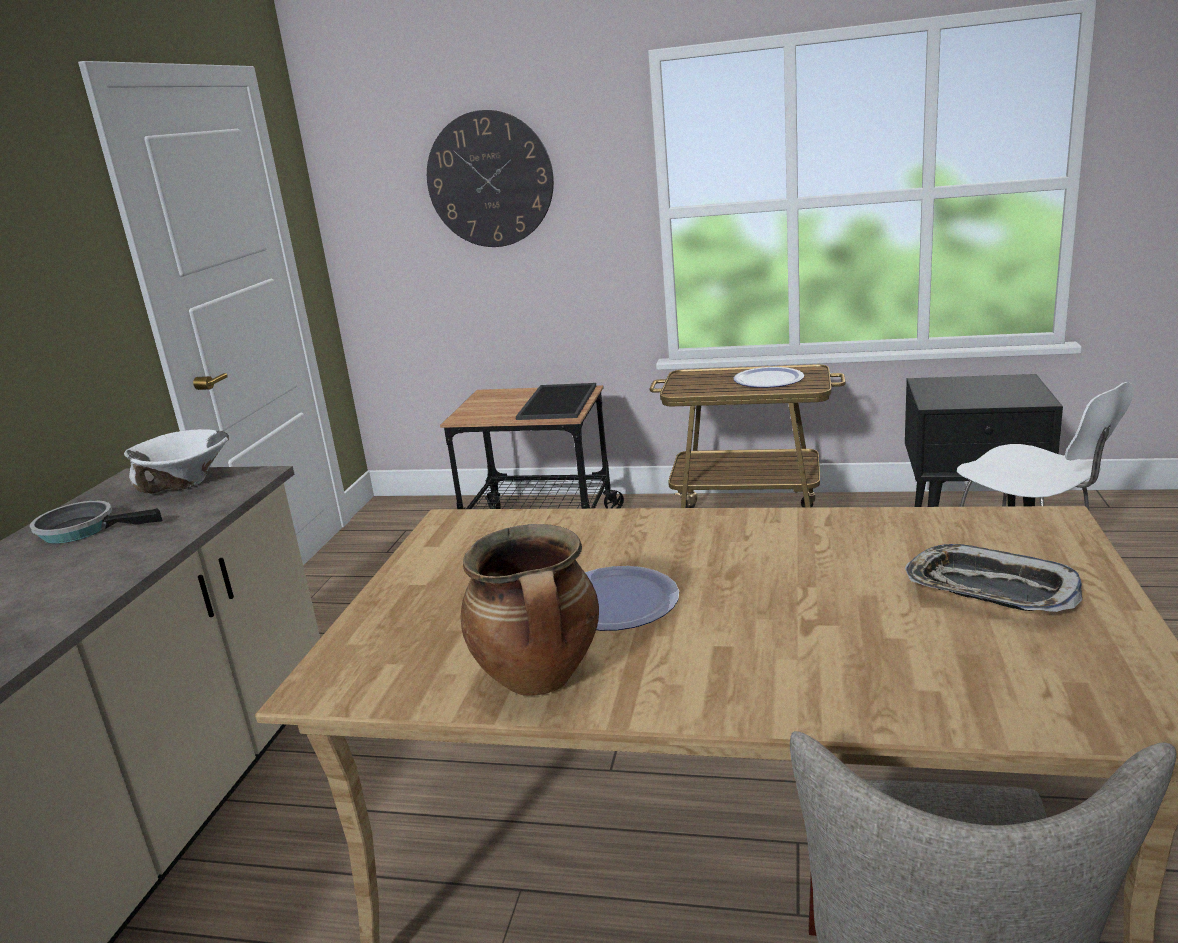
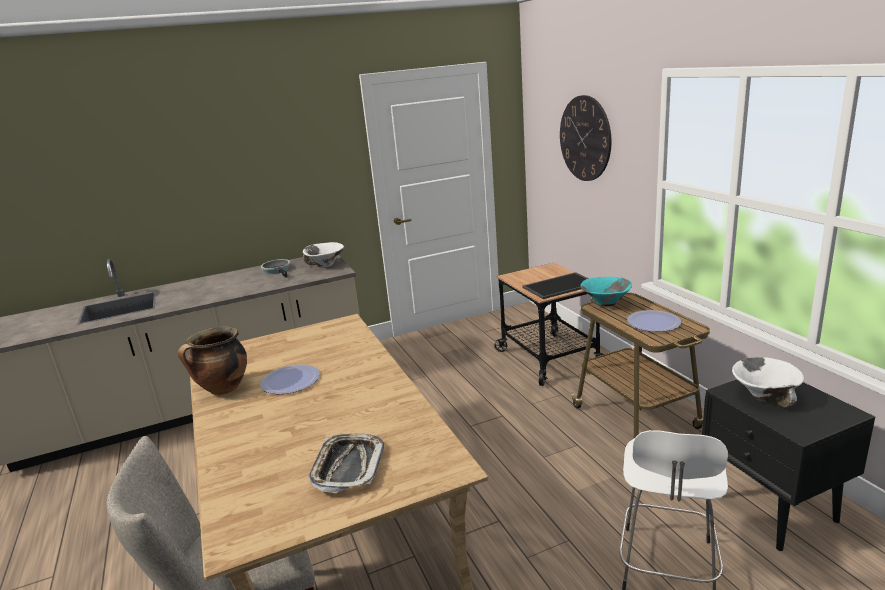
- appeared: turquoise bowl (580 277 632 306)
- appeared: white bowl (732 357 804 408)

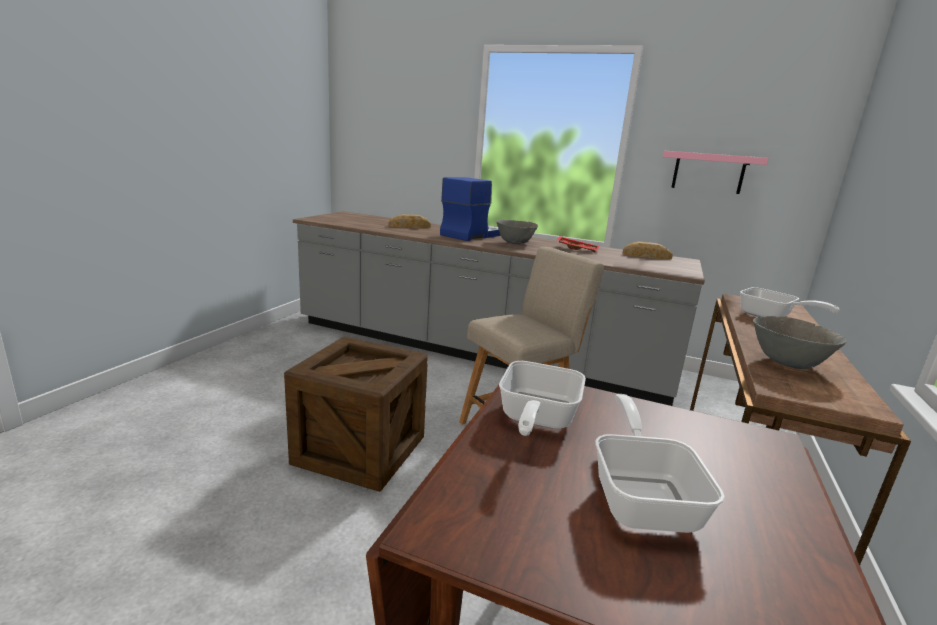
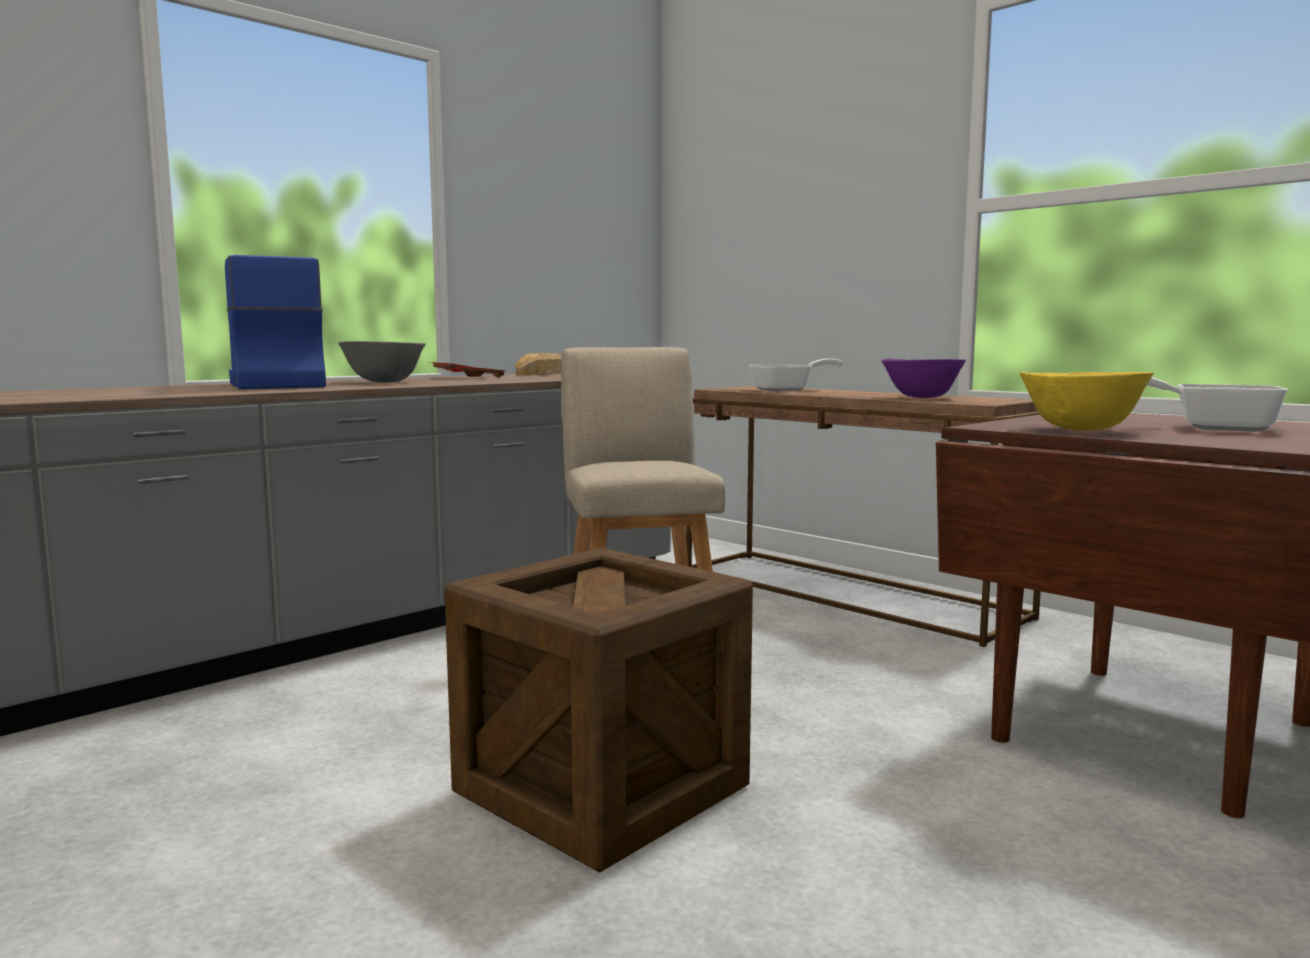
- missing: bread (389 214 431 228)
- missing: pink shelf (663 151 769 194)
- exchanged: frying pan (499 361 586 436) to yellow bowl (1020 372 1154 431)
- colour: grey bowl (753 316 847 369) to purple bowl (881 359 966 398)

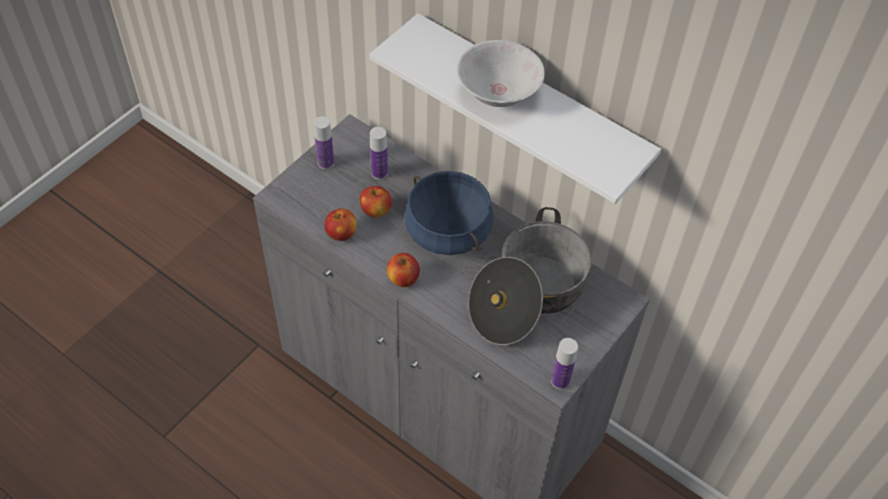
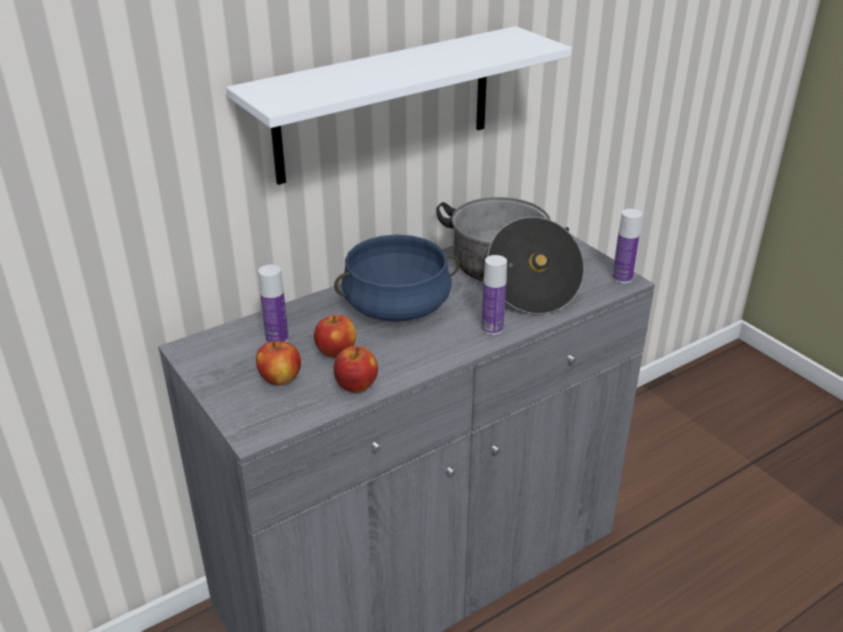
- missing: white bowl (457 40 545 107)
- relocated: bottle (314 116 334 169) to (481 255 507 335)
- relocated: apple (387 253 420 287) to (256 341 301 385)

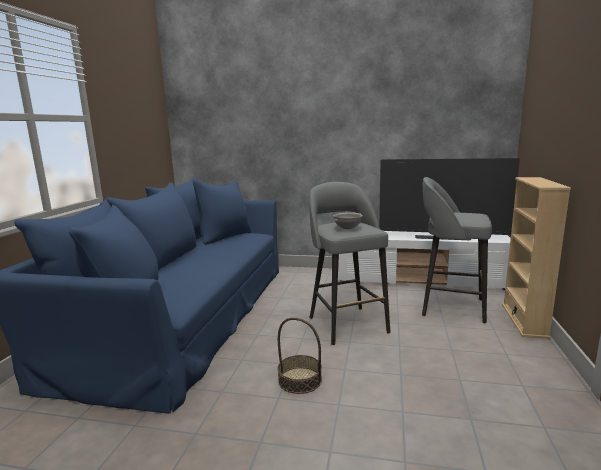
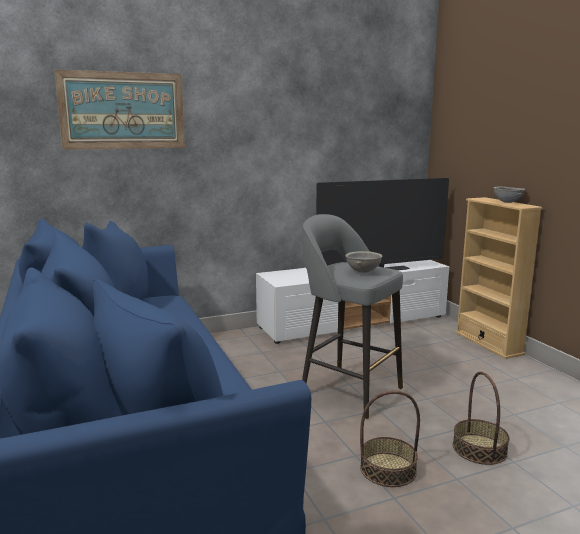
- missing: grey stool (422 177 492 324)
- appeared: picture (54 69 185 150)
- appeared: basket (453 371 510 465)
- appeared: grey bowl (494 187 525 203)

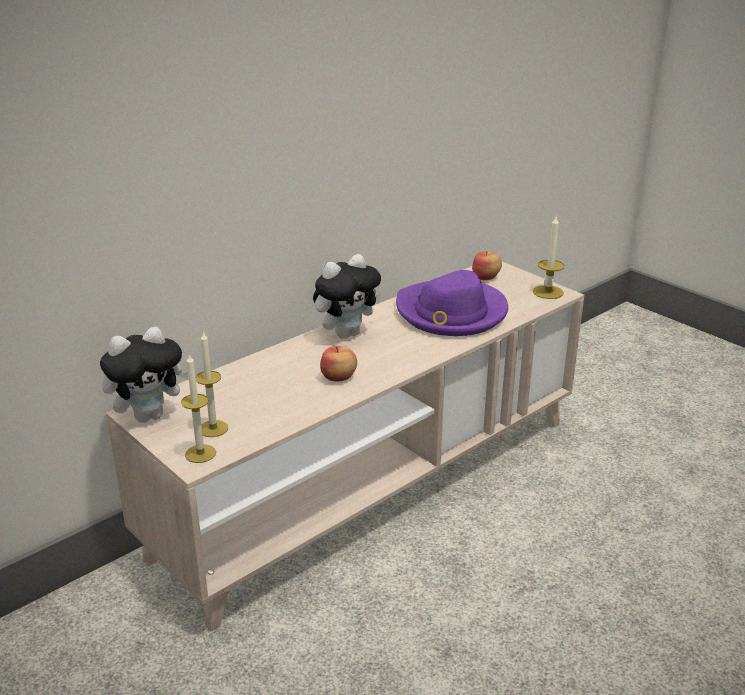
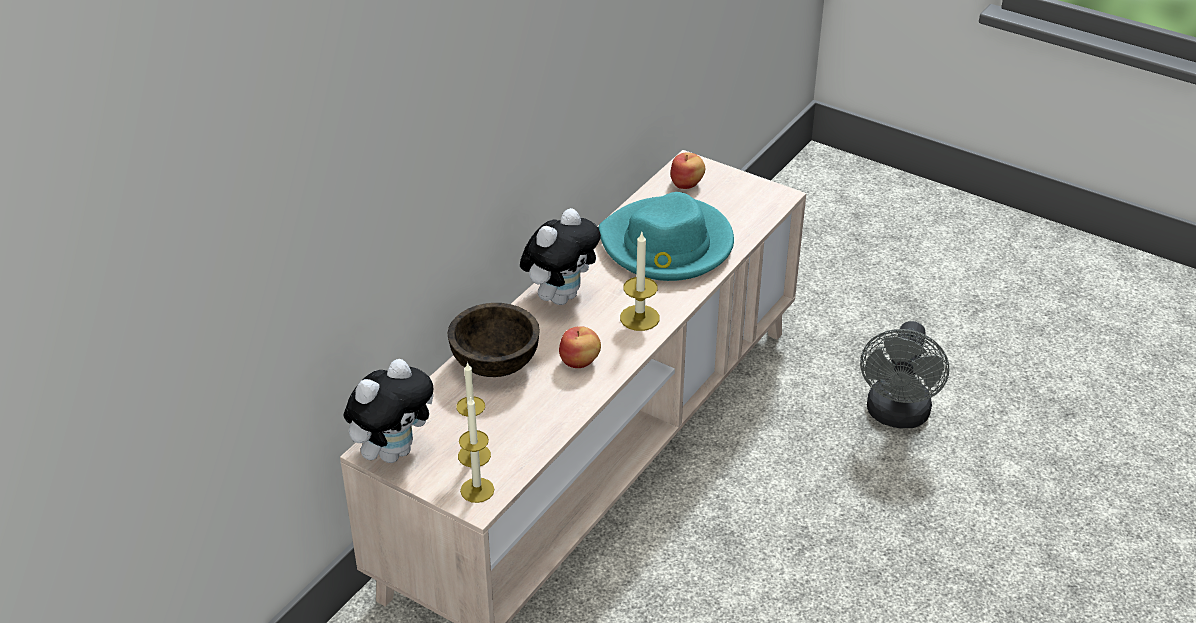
- appeared: brown bowl (447 303 540 377)
- appeared: grey fan (860 321 949 428)
- relocated: candle (533 215 564 299) to (620 232 660 331)
- colour: purple hat (396 270 508 336) to turquoise hat (598 192 734 281)

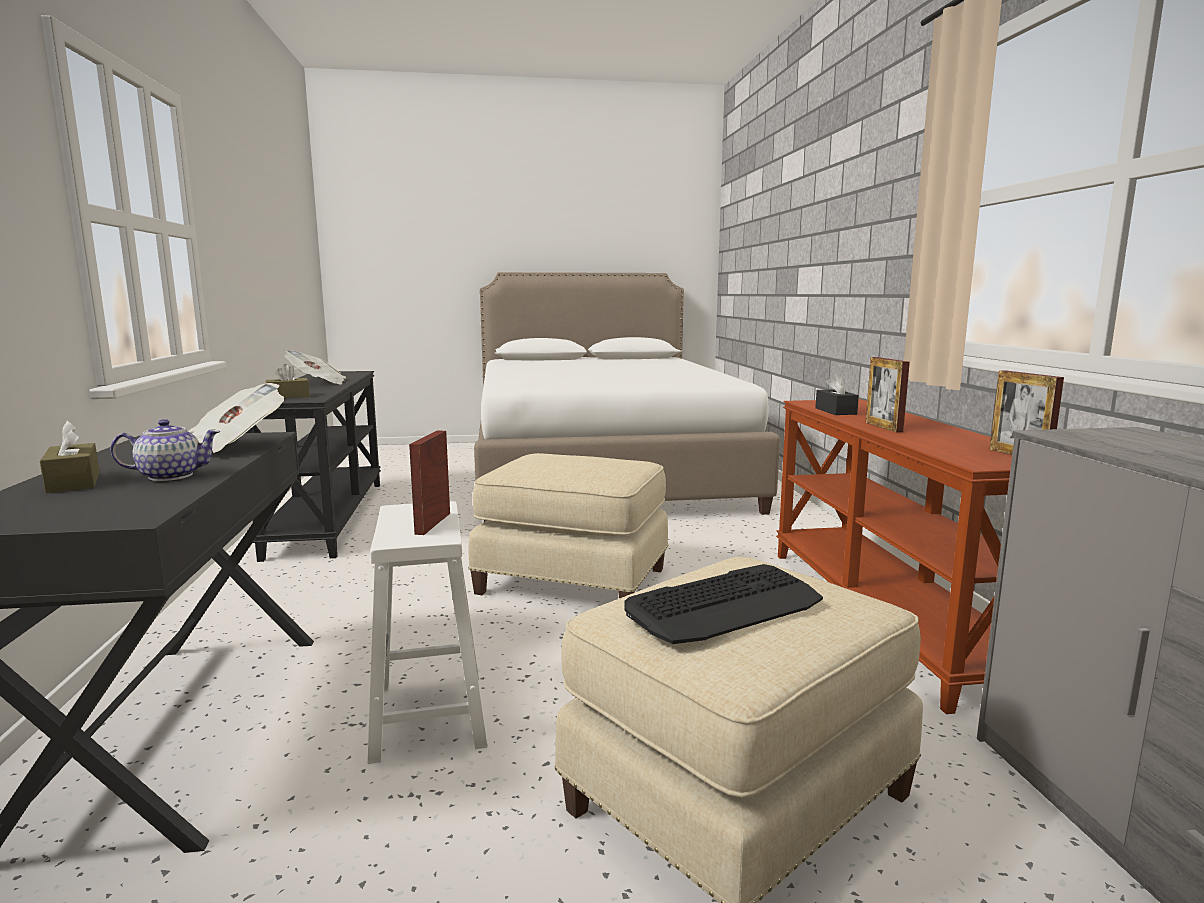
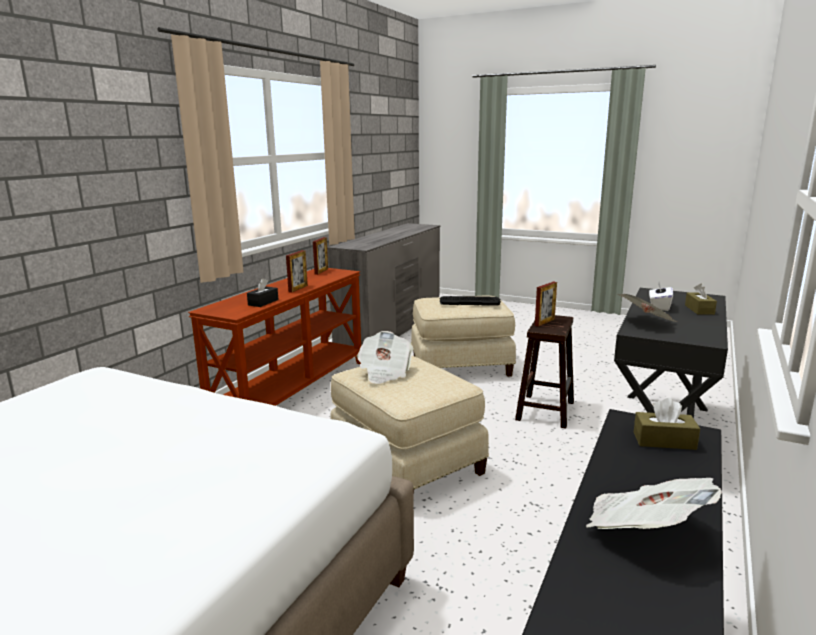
- appeared: newspaper (357 331 413 384)
- exchanged: teapot (110 419 220 481) to white tissue box (649 283 673 311)
- colour: white stool (368 501 488 764) to brown stool (515 315 574 429)

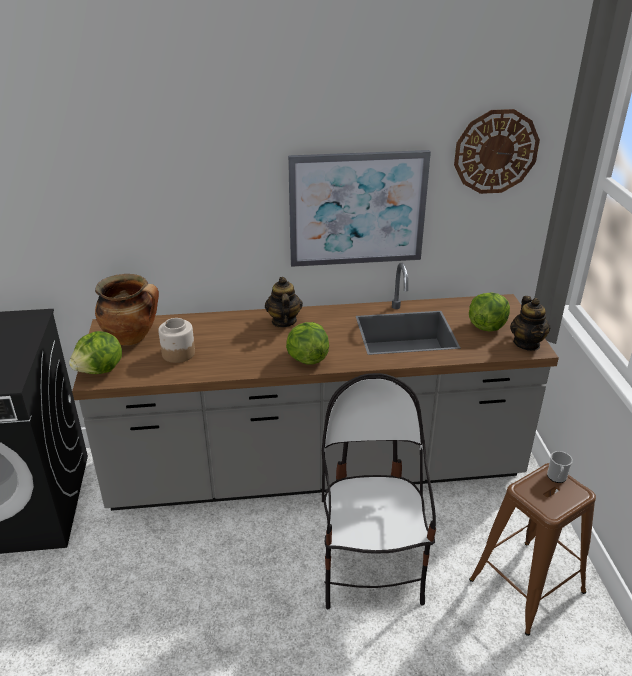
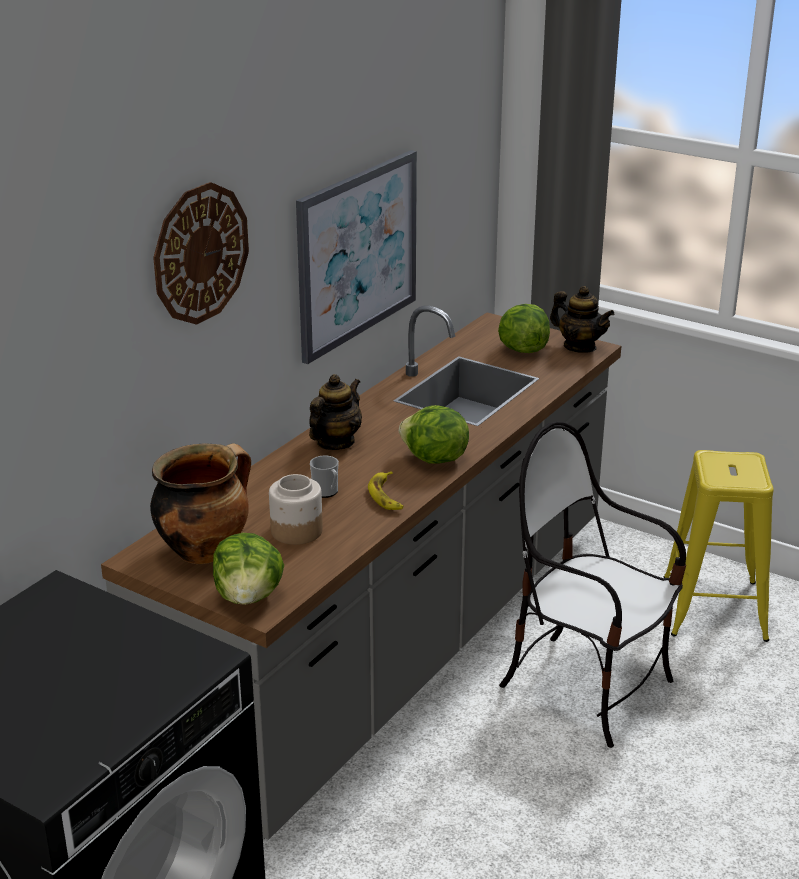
- appeared: banana (368 471 403 510)
- relocated: wall clock (454 109 540 194) to (153 182 249 325)
- relocated: mug (547 451 573 483) to (310 456 339 498)
- colour: brown stool (469 463 596 636) to yellow stool (664 450 774 642)
- spun: teapot (265 277 303 327) = (309 374 362 450) 90 degrees clockwise

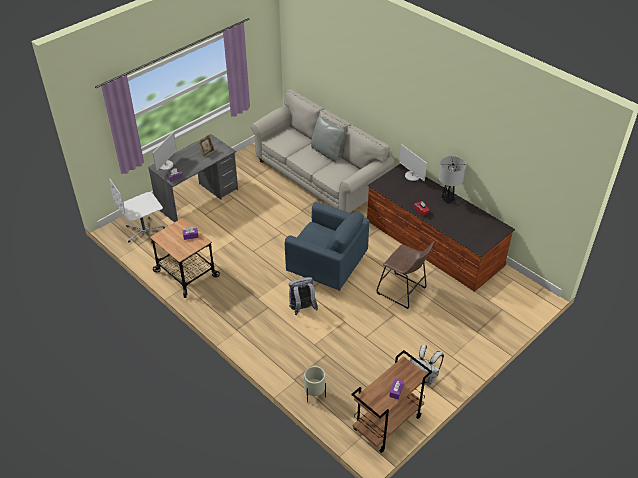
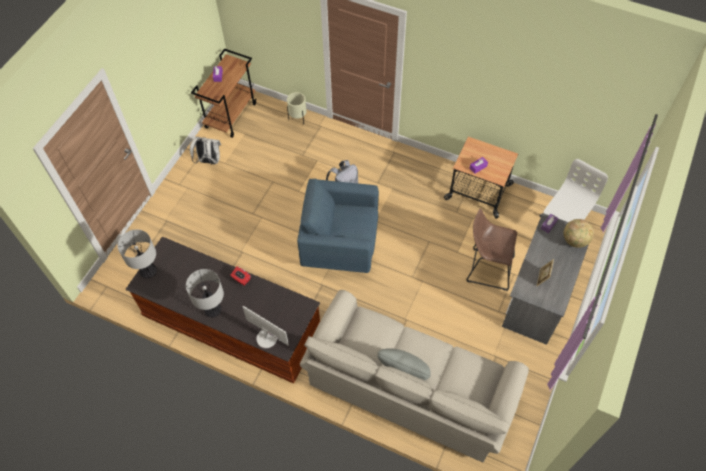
- appeared: table lamp (117 229 157 278)
- relocated: brown stool (377 242 434 309) to (467 208 517 291)
- exchanged: monitor (153 132 177 171) to globe (564 219 594 248)

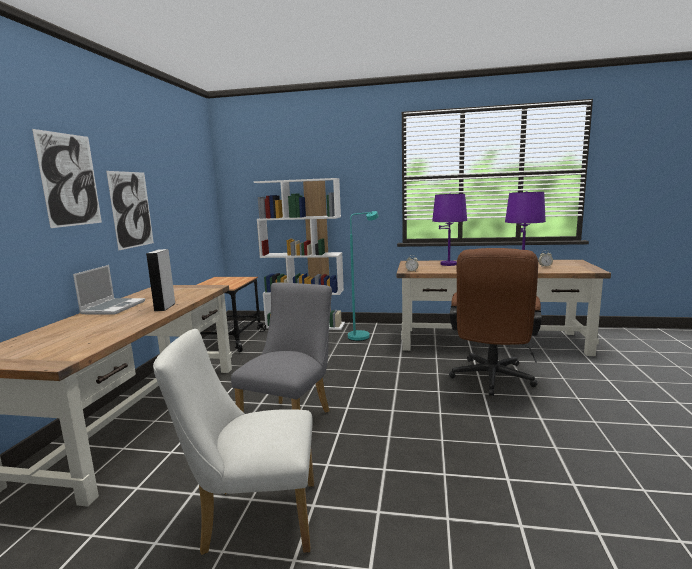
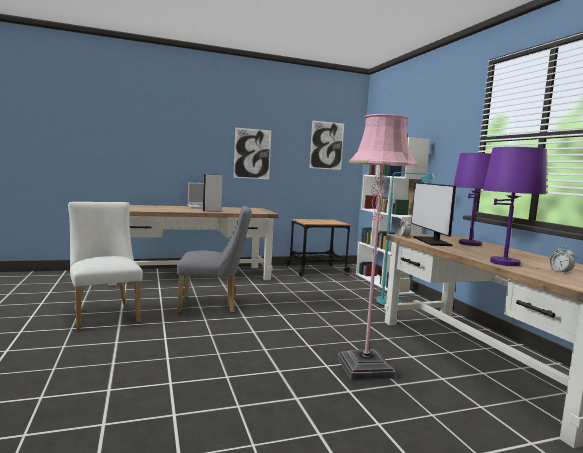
- appeared: monitor (411 182 456 246)
- relocated: picture (32 129 102 228) to (309 120 344 170)
- exchanged: brown office chair (449 248 542 396) to pink floor lamp (338 114 418 380)

